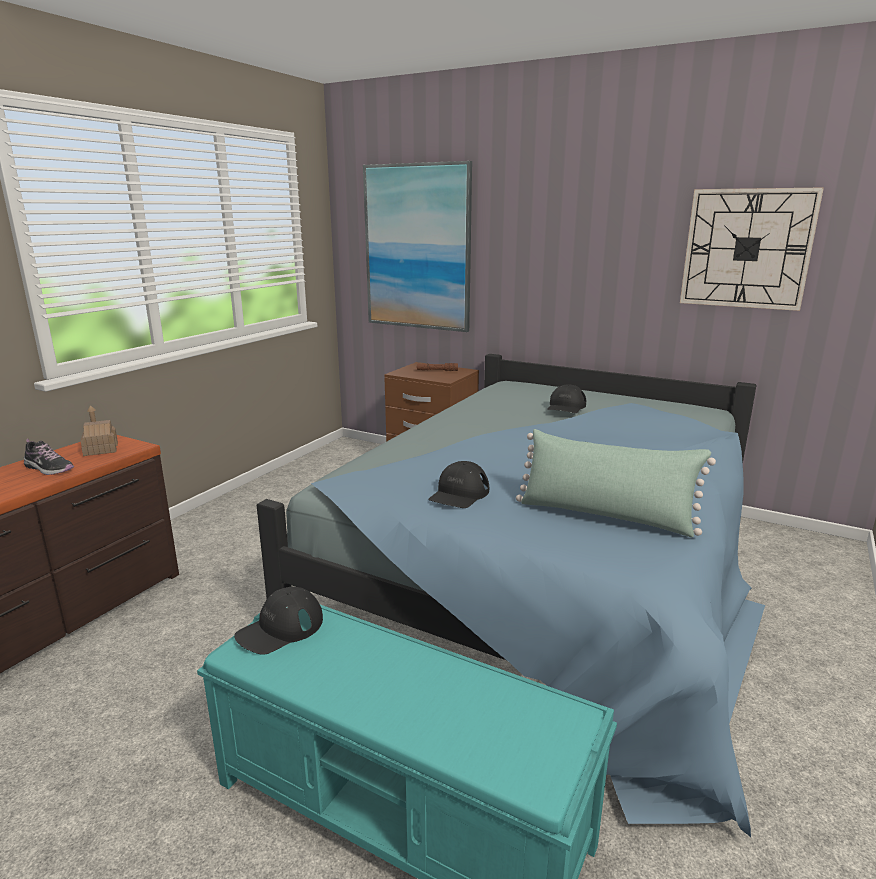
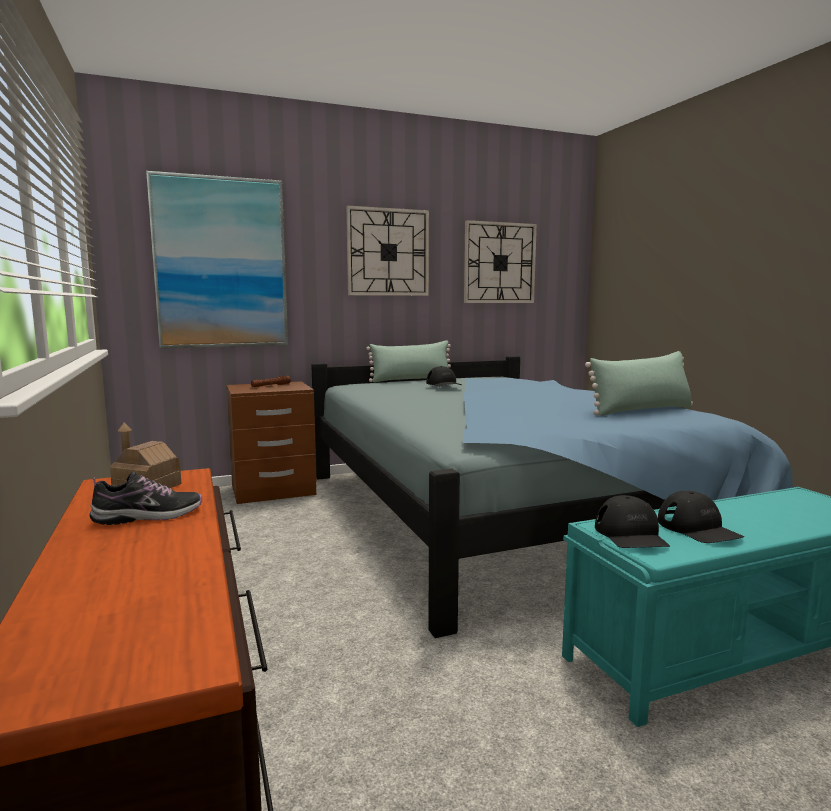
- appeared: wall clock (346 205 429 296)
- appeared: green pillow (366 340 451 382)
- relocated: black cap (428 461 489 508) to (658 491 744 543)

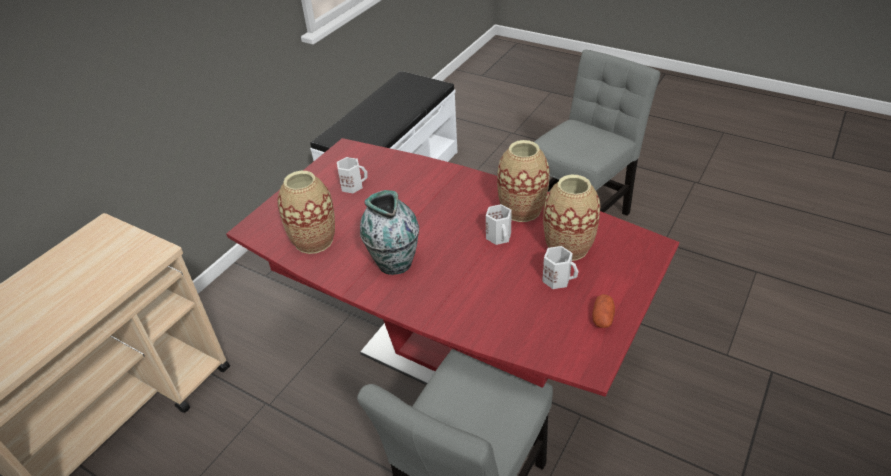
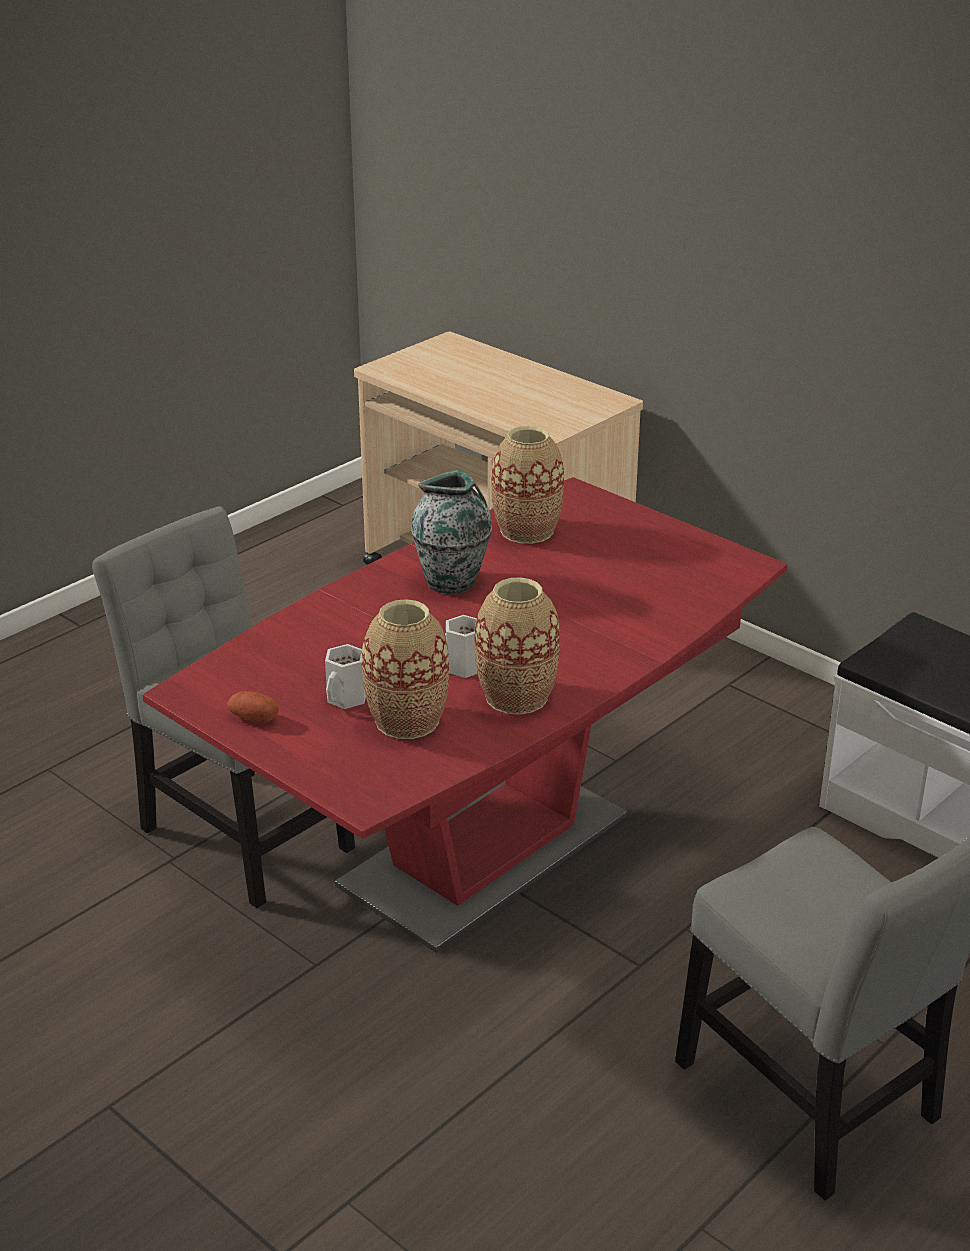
- missing: white mug (337 157 368 193)

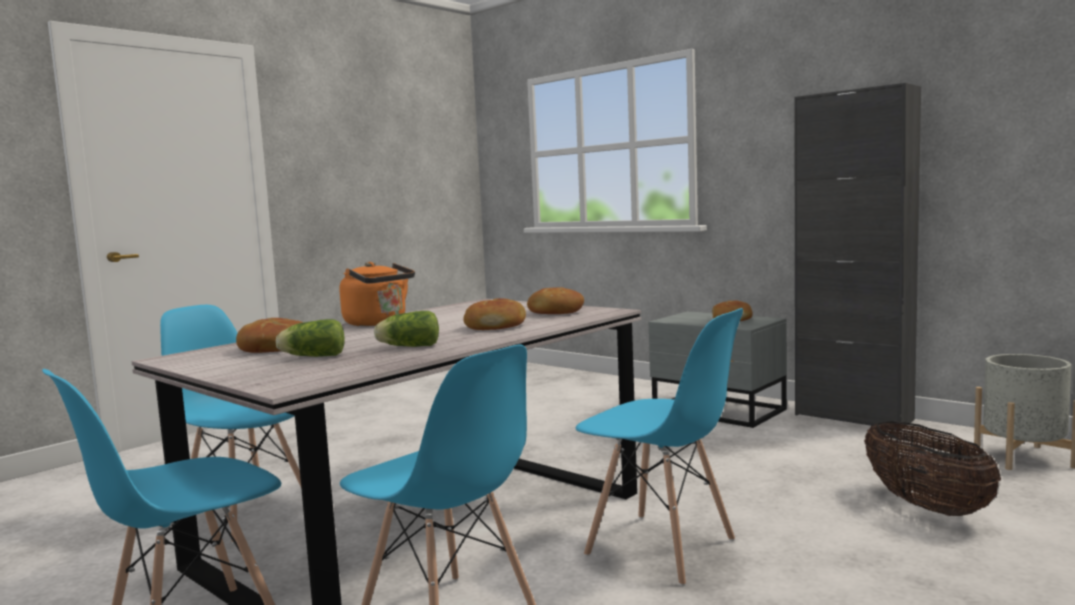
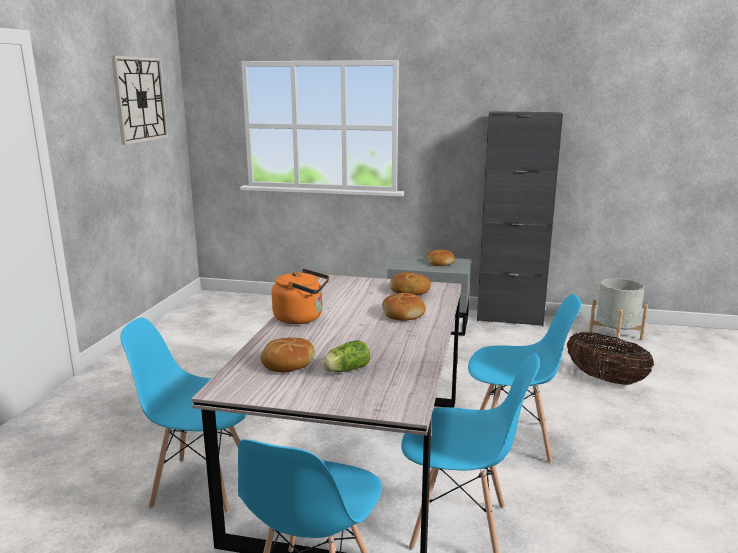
- missing: lettuce (374 311 439 347)
- appeared: wall clock (111 56 168 145)

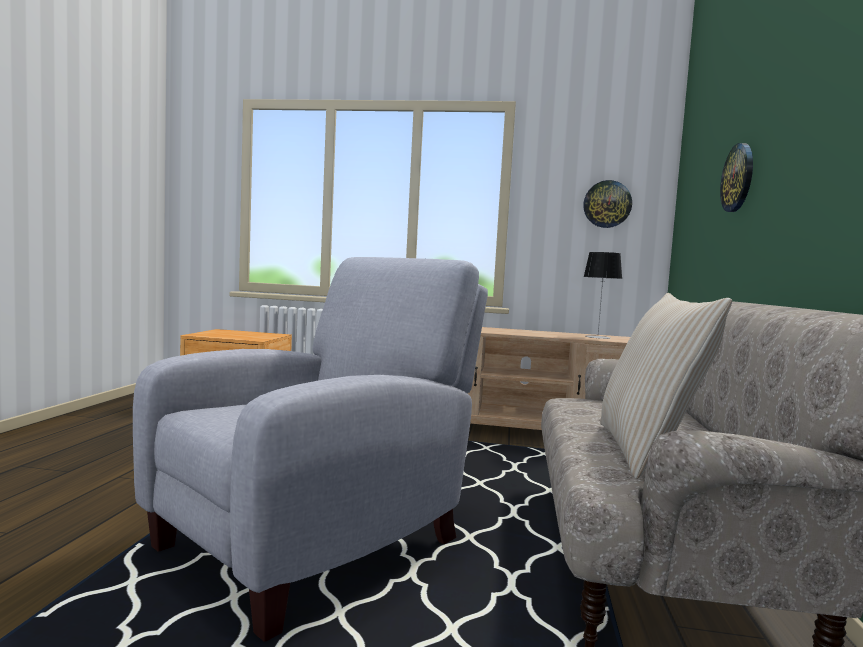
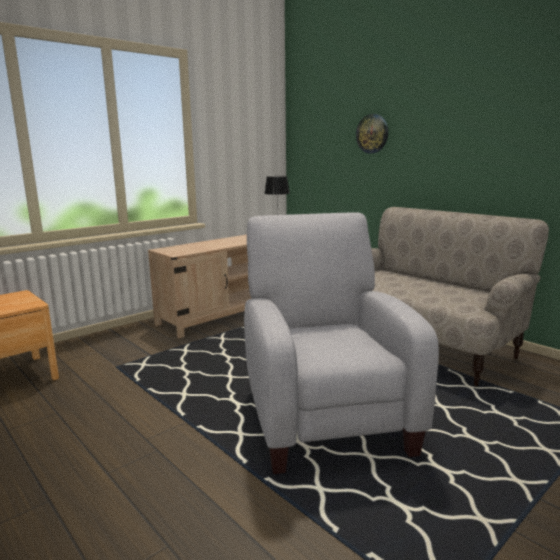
- missing: wall clock (583 180 632 228)
- missing: beige pillow (600 293 732 479)

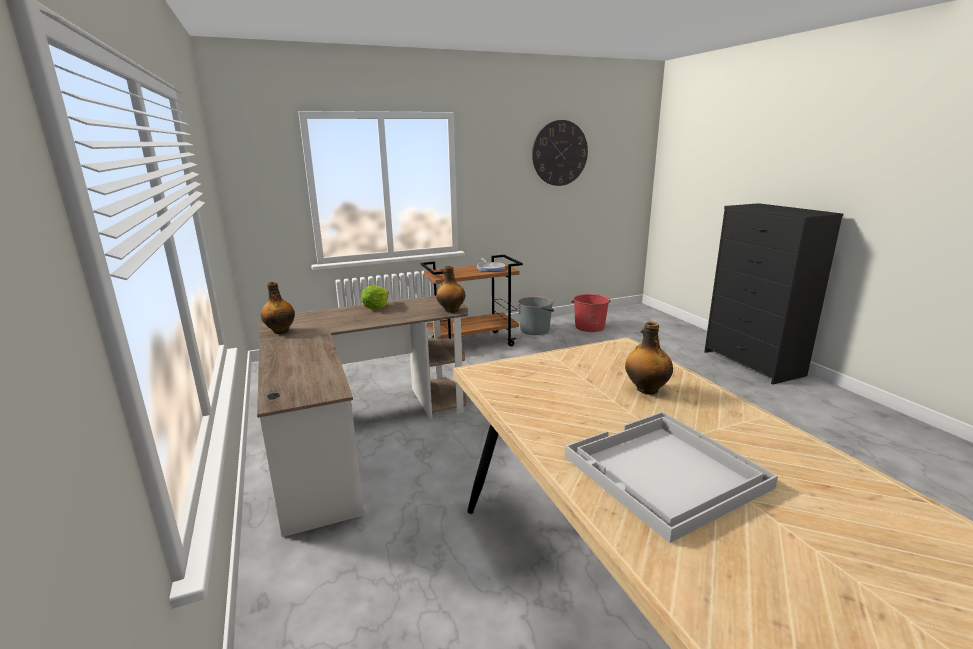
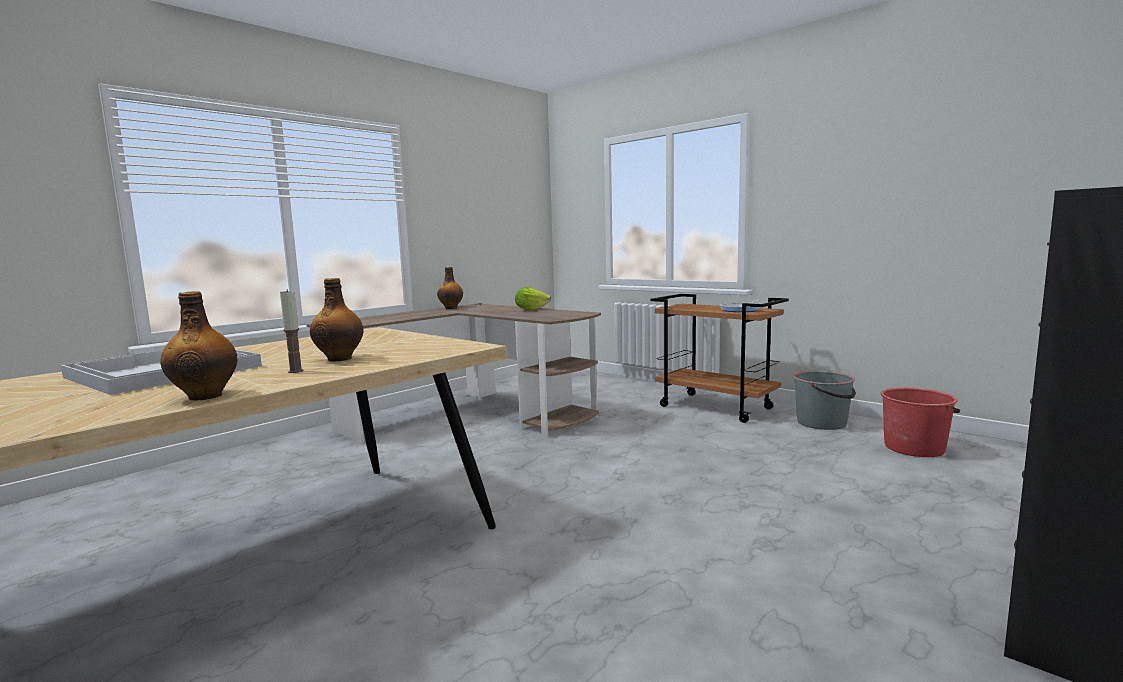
- missing: wall clock (532 120 588 186)
- appeared: candle (280 289 304 373)
- relocated: bottle (436 266 465 313) to (160 291 237 401)

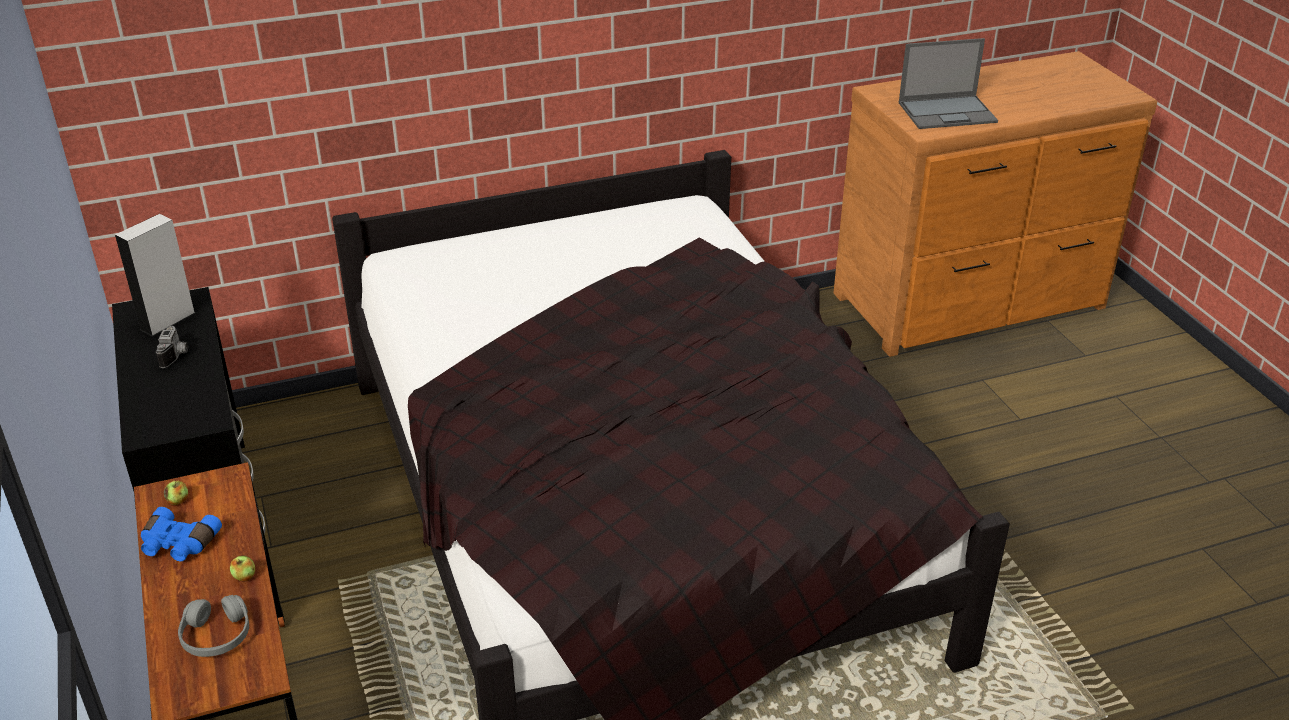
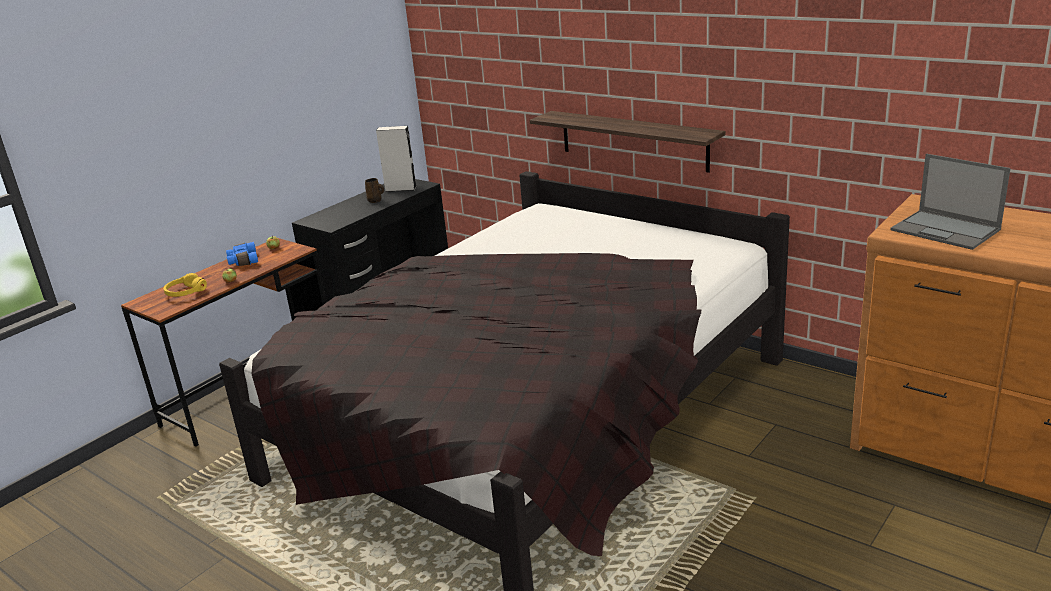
- appeared: shelf (530 111 725 173)
- exchanged: photo camera (156 326 188 368) to brown mug (365 178 384 203)
- colour: grey headphones (178 595 249 657) to yellow headphones (163 273 207 297)

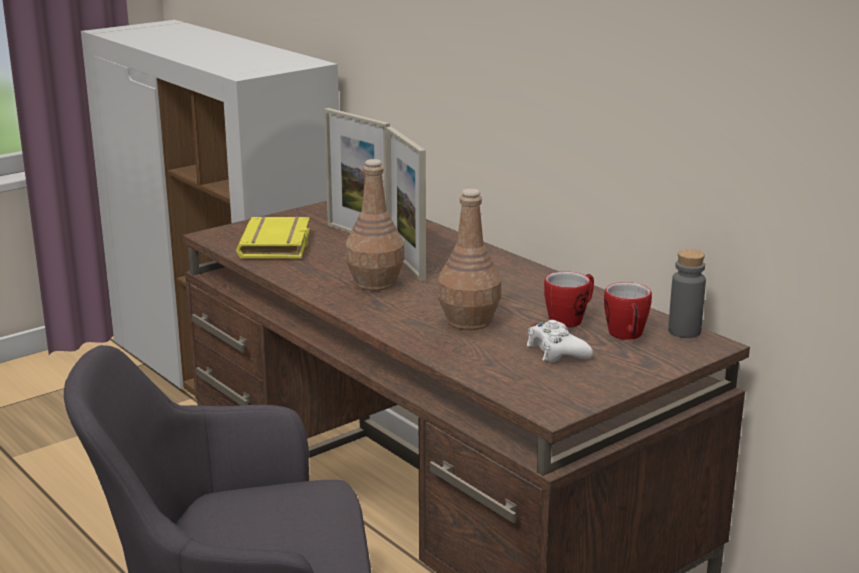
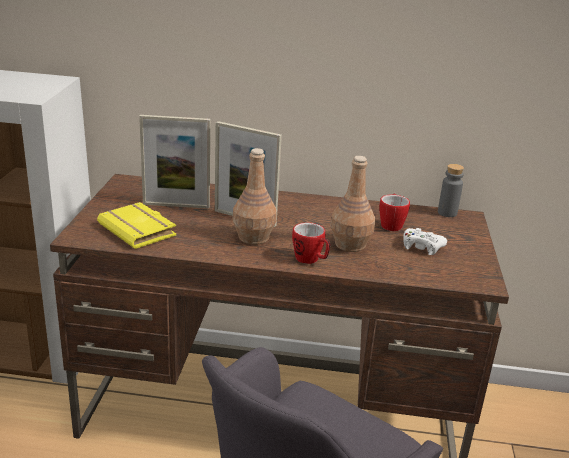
- relocated: mug (604 282 652 340) to (292 223 330 264)

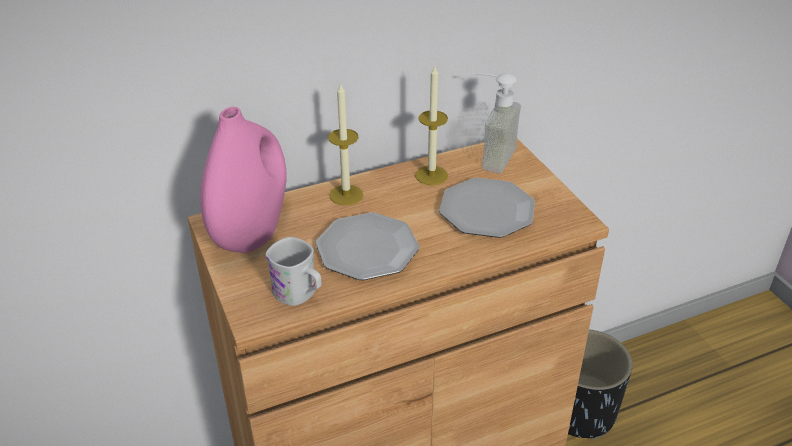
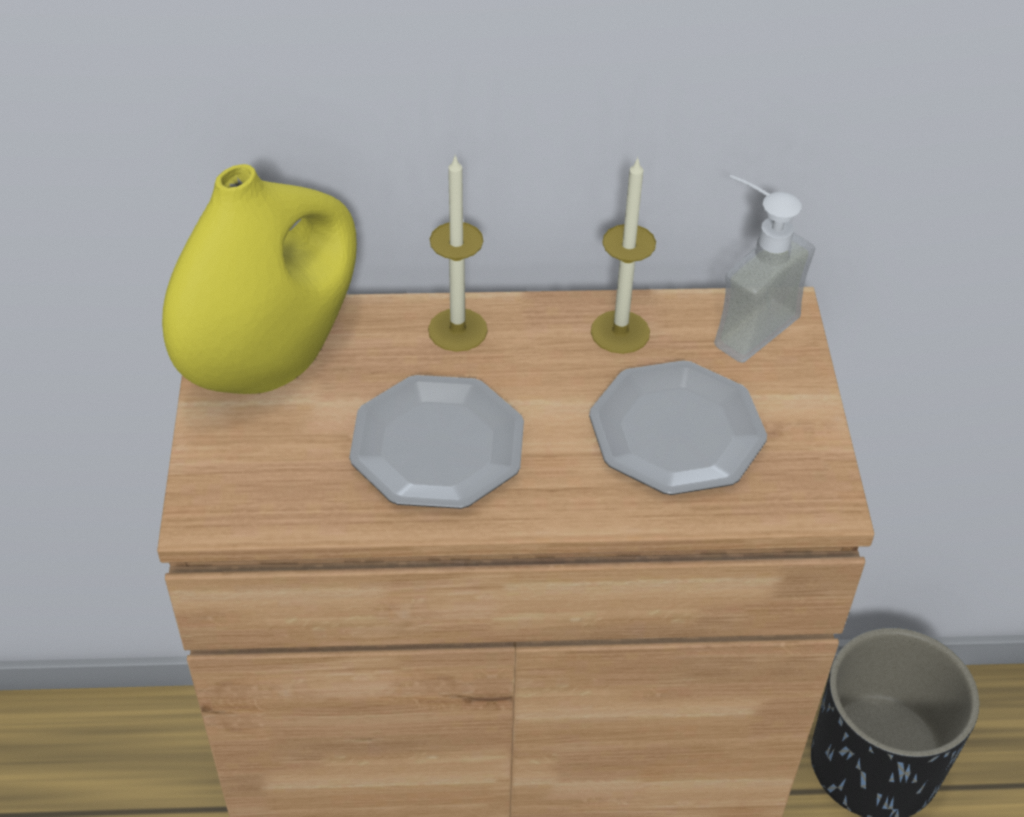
- missing: white mug (266 237 322 306)
- colour: pink vase (200 107 287 253) to yellow vase (162 164 357 394)

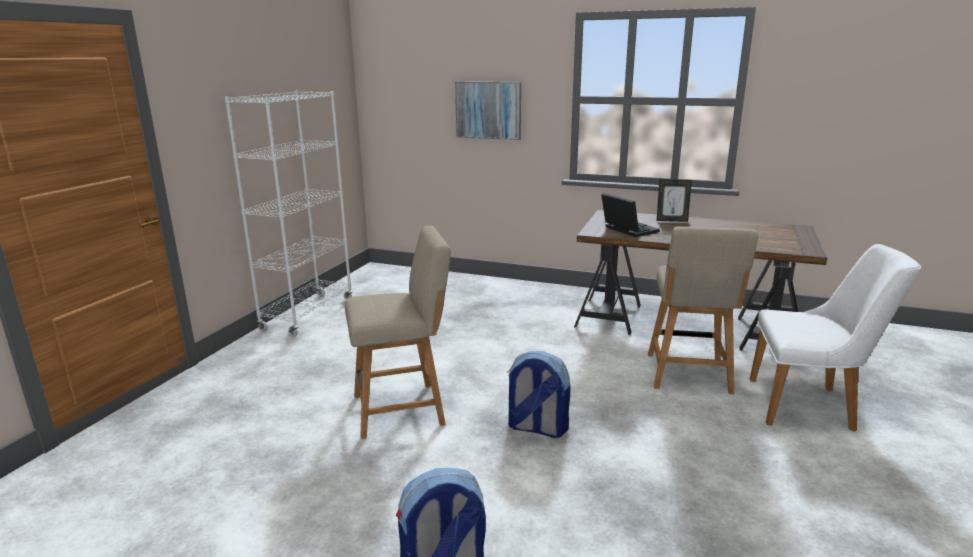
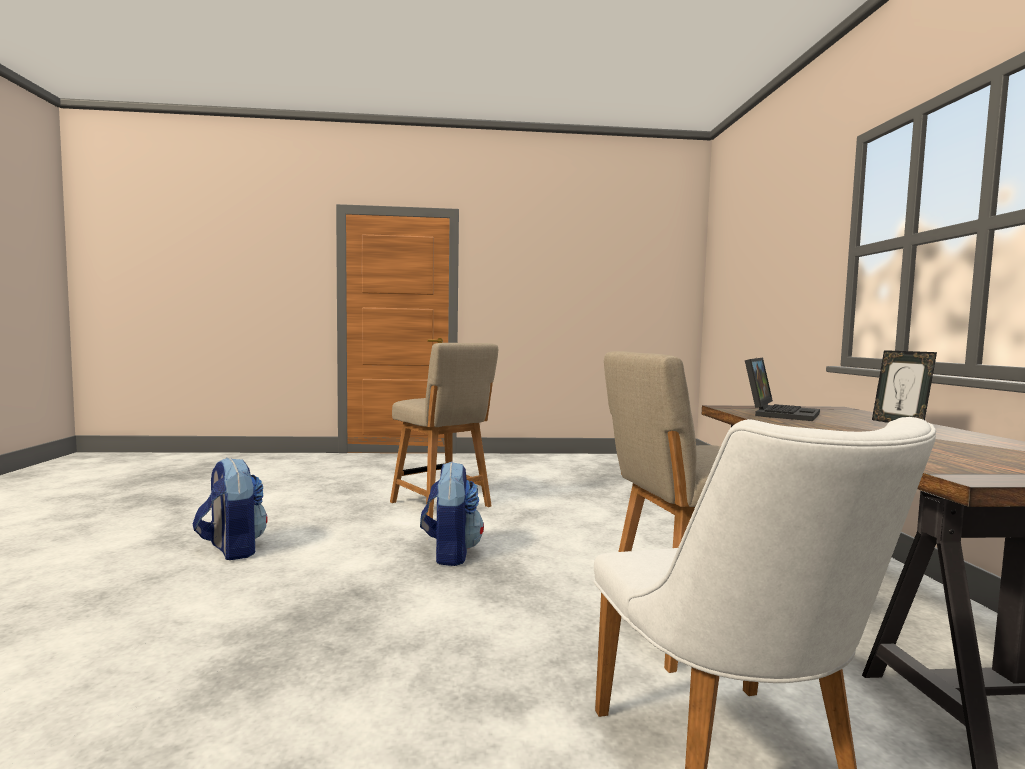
- missing: white bookcase (225 91 353 336)
- missing: picture (455 82 521 140)

